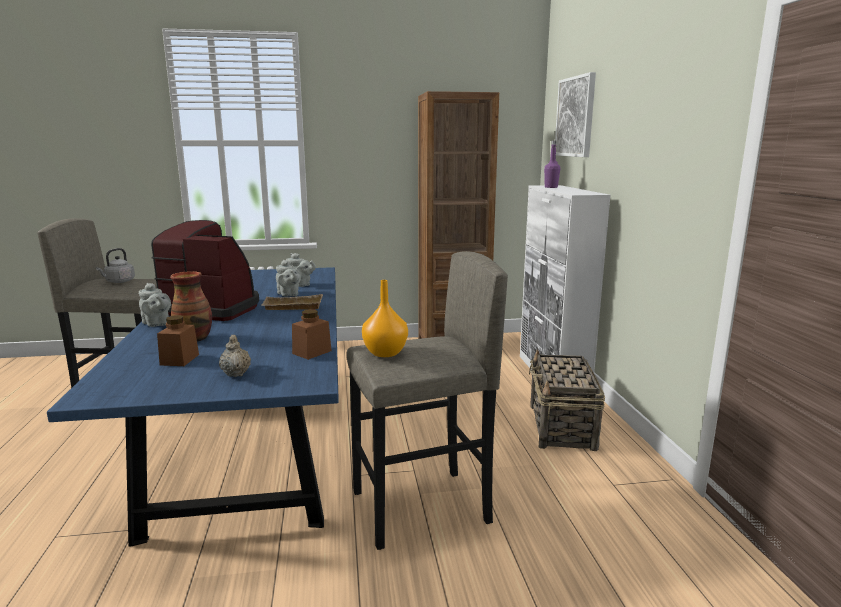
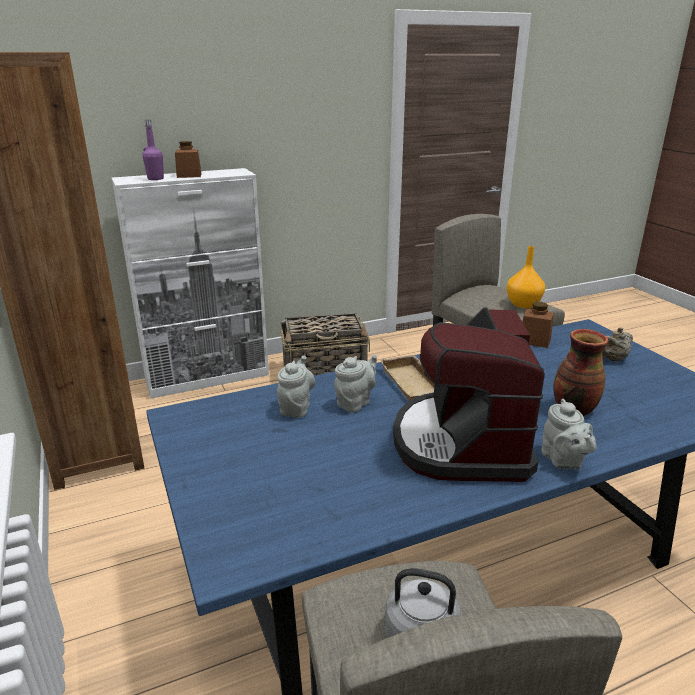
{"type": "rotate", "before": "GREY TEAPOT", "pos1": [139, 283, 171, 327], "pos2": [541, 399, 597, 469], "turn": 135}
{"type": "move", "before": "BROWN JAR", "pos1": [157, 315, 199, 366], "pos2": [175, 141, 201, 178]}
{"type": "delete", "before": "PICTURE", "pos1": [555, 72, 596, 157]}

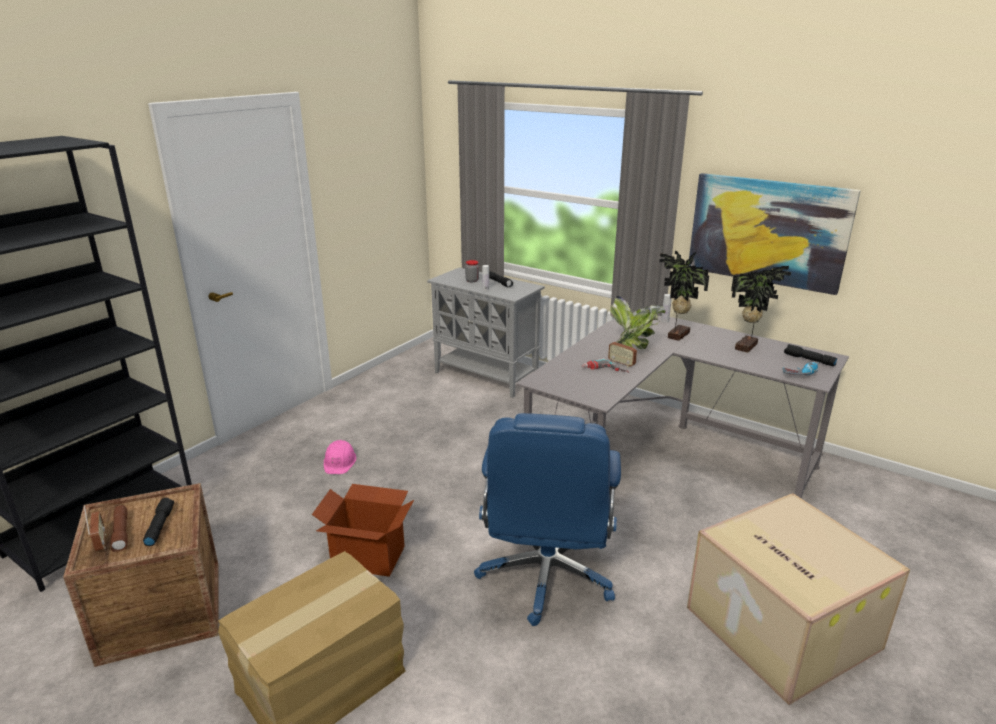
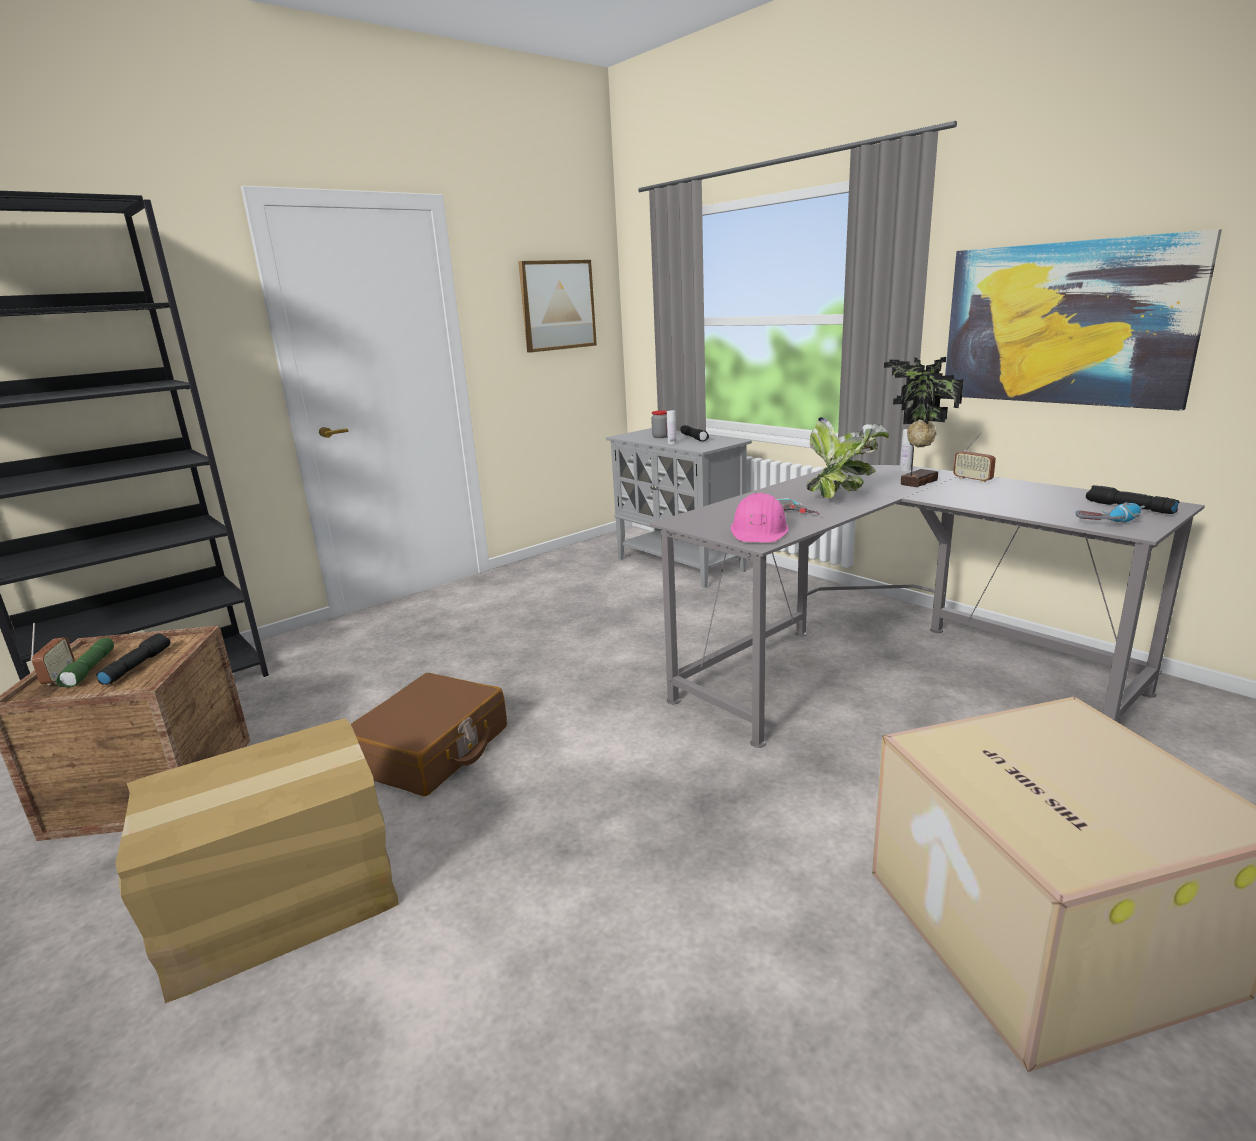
{"type": "recolor", "before": "BROWN FLASHLIGHT", "after": "GREEN FLASHLIGHT", "pos1": [111, 505, 128, 552], "pos2": [56, 638, 114, 687]}
{"type": "replace", "before": "CARDBOARD BOX", "after": "BROWN SUITCASE", "pos1": [312, 484, 414, 577], "pos2": [351, 673, 507, 796]}
{"type": "move", "before": "PINK HARD HAT", "pos1": [324, 440, 356, 474], "pos2": [731, 493, 789, 543]}
{"type": "delete", "before": "BLUE OFFICE CHAIR", "pos1": [474, 413, 621, 626]}
{"type": "move", "before": "RADIO", "pos1": [608, 331, 637, 368], "pos2": [953, 433, 996, 483]}
{"type": "delete", "before": "POTTED PLANT", "pos1": [731, 266, 791, 353]}
{"type": "insert", "after": "PICTURE", "pos2": [518, 260, 597, 353]}

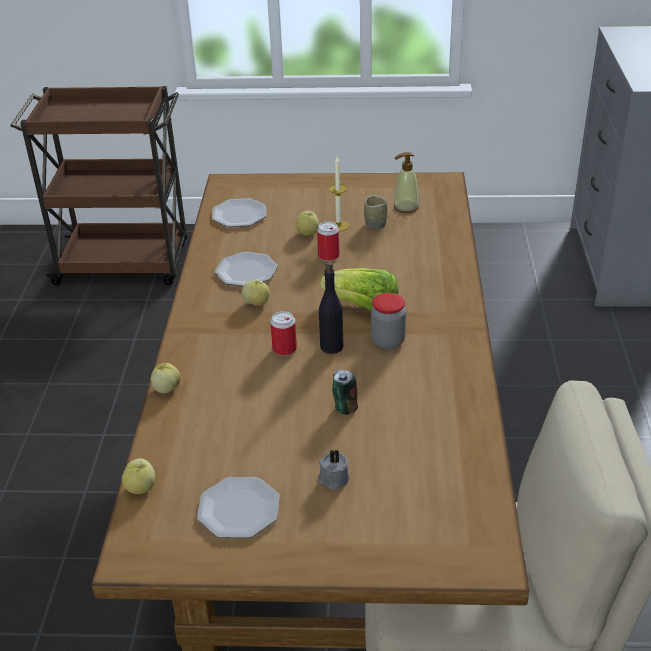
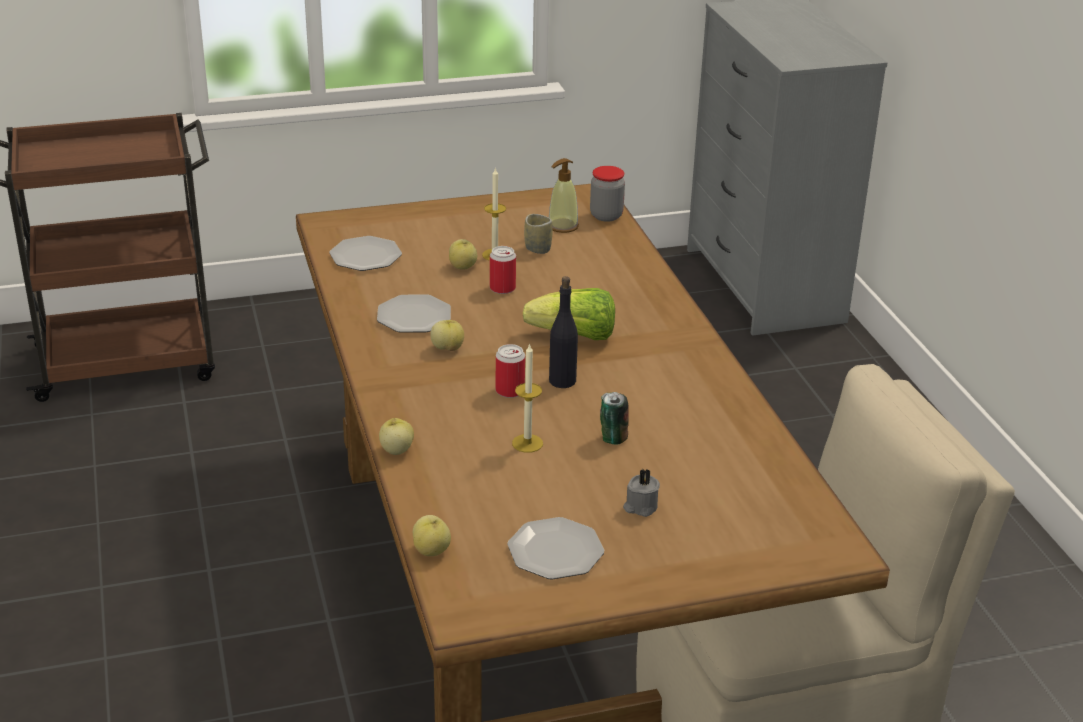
{"type": "move", "before": "JAR", "pos1": [371, 293, 406, 349], "pos2": [590, 166, 625, 222]}
{"type": "insert", "after": "CANDLE", "pos2": [512, 343, 543, 453]}

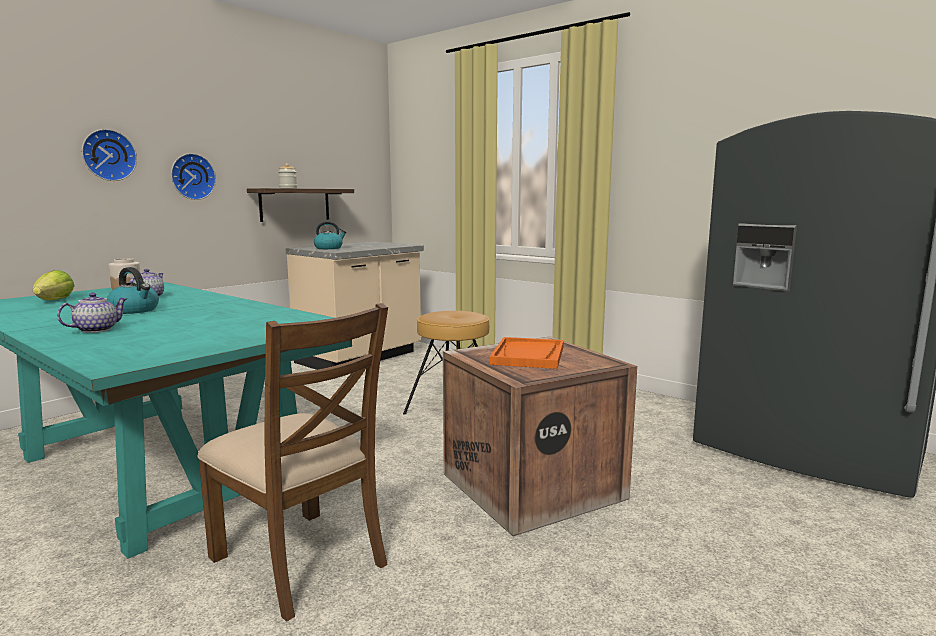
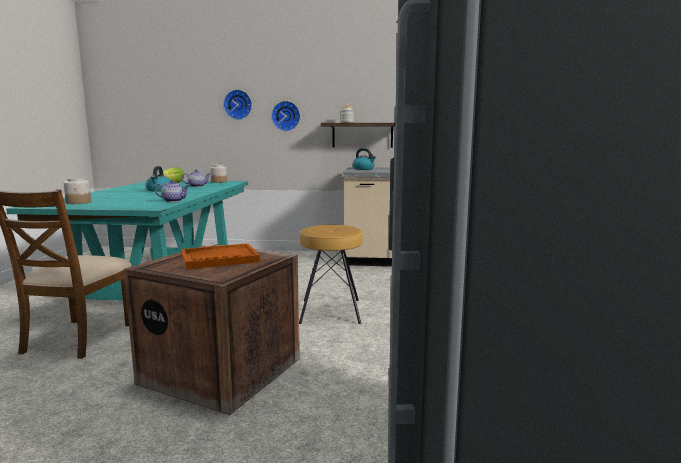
{"type": "move", "before": "TEAPOT", "pos1": [57, 293, 127, 333], "pos2": [155, 180, 190, 202]}
{"type": "insert", "after": "JAR", "pos2": [64, 178, 91, 204]}

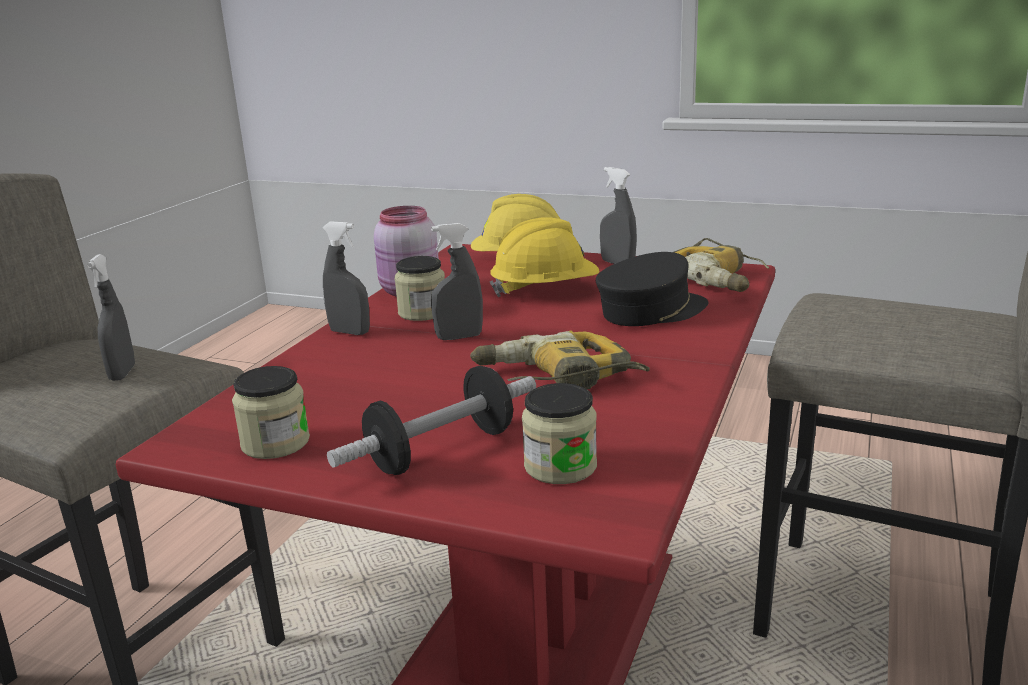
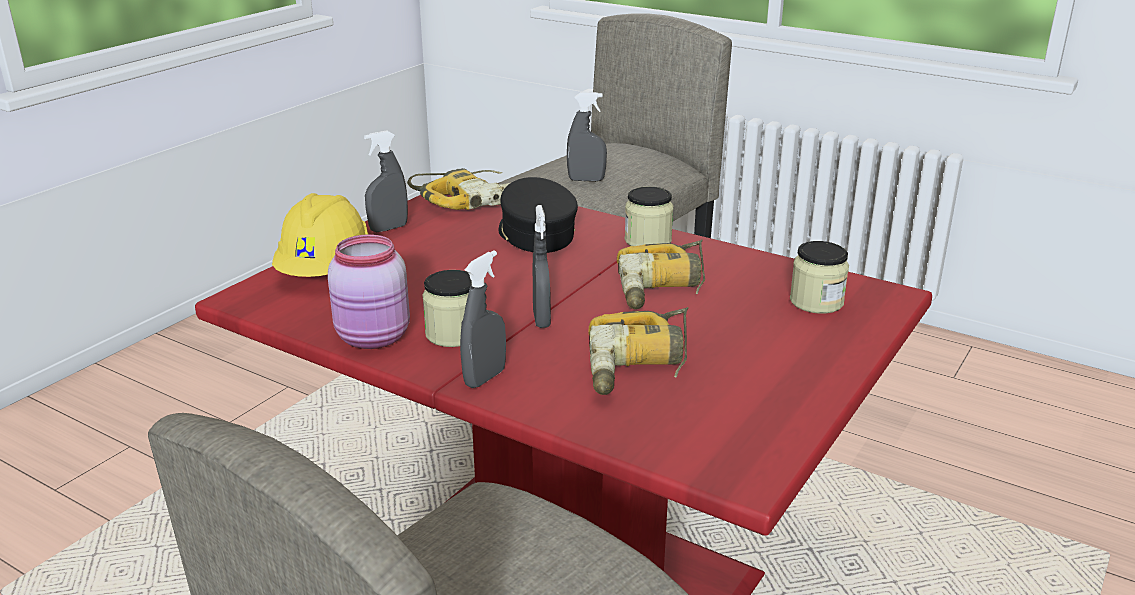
{"type": "move", "before": "GREY SPRAY BOTTLE", "pos1": [87, 254, 135, 381], "pos2": [567, 92, 607, 182]}
{"type": "move", "before": "JAR", "pos1": [232, 366, 310, 459], "pos2": [625, 187, 673, 246]}
{"type": "delete", "before": "DUMBBELL", "pos1": [327, 366, 536, 475]}
{"type": "delete", "before": "YELLOW HARD HAT", "pos1": [490, 217, 600, 297]}
{"type": "insert", "after": "POWER DRILL", "pos2": [589, 307, 688, 395]}

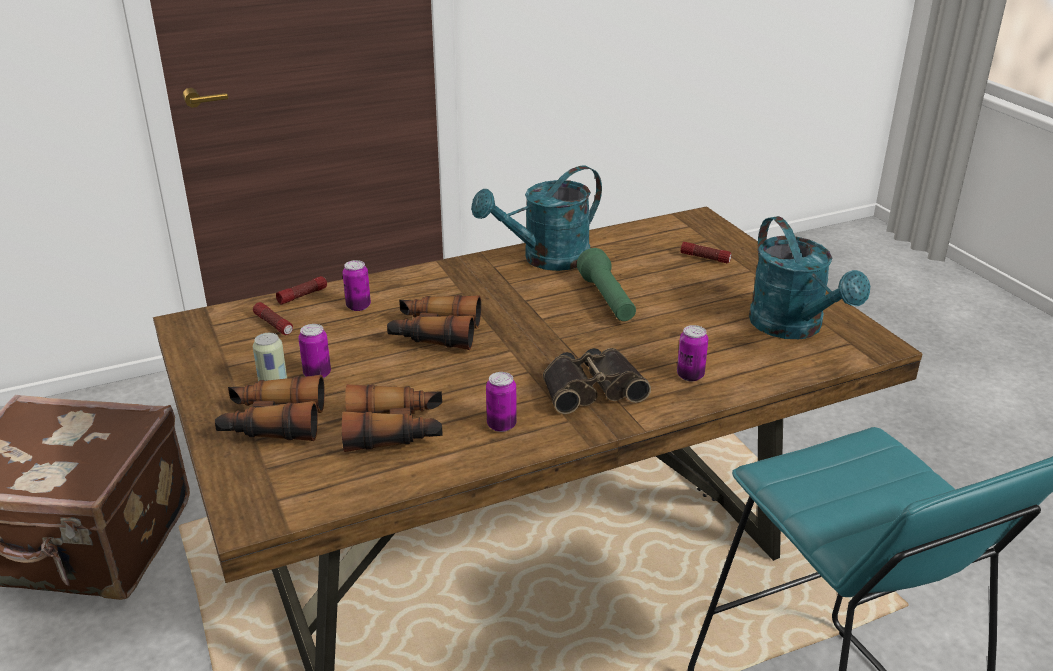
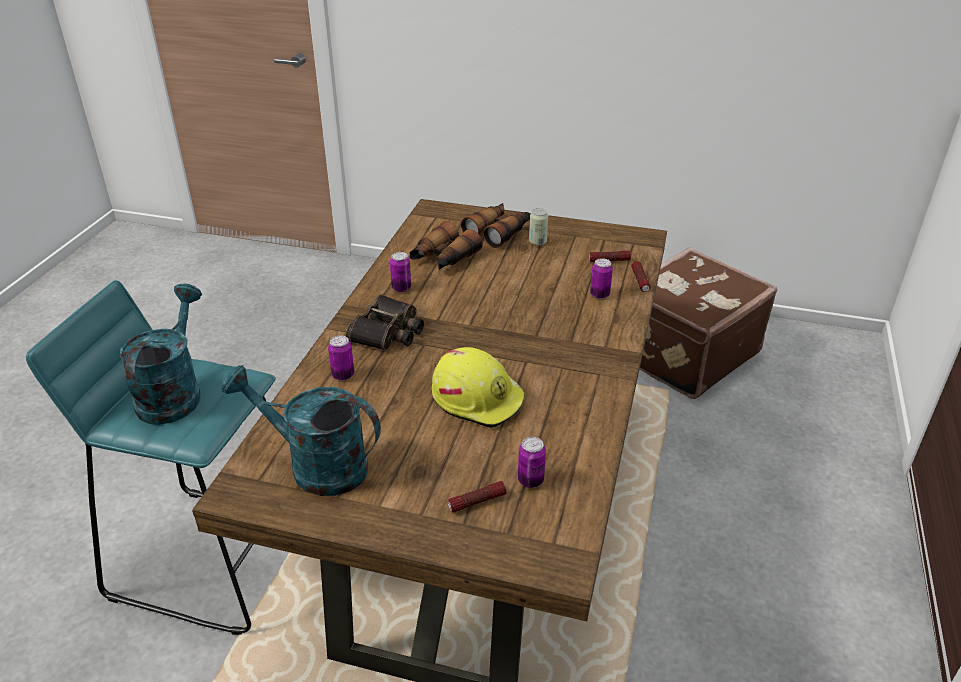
{"type": "move", "before": "CAN", "pos1": [298, 324, 331, 378], "pos2": [518, 437, 546, 488]}
{"type": "delete", "before": "BINOCULARS", "pos1": [387, 295, 481, 350]}
{"type": "move", "before": "TURQUOISE WATERING CAN", "pos1": [471, 166, 602, 271], "pos2": [120, 284, 202, 425]}
{"type": "replace", "before": "GREEN FLASHLIGHT", "after": "YELLOW HARD HAT", "pos1": [577, 248, 636, 321], "pos2": [432, 347, 525, 428]}

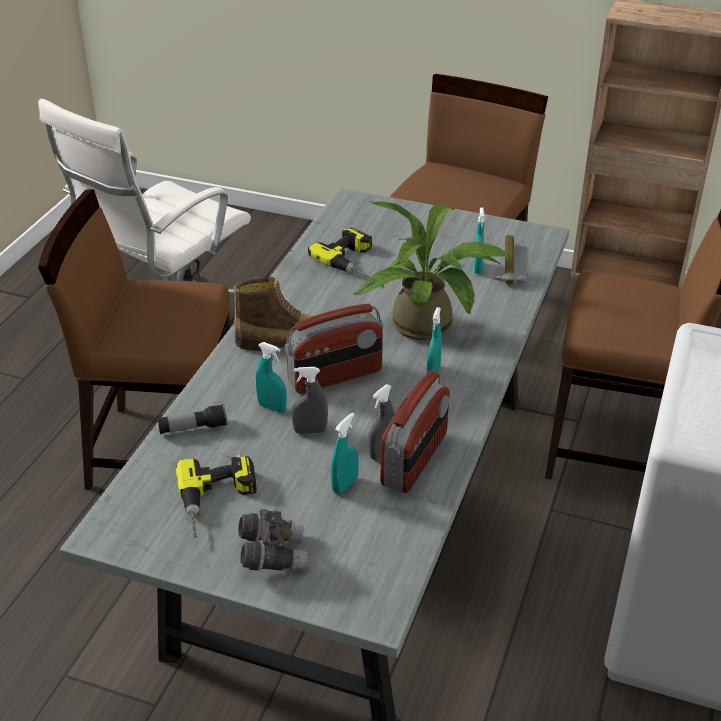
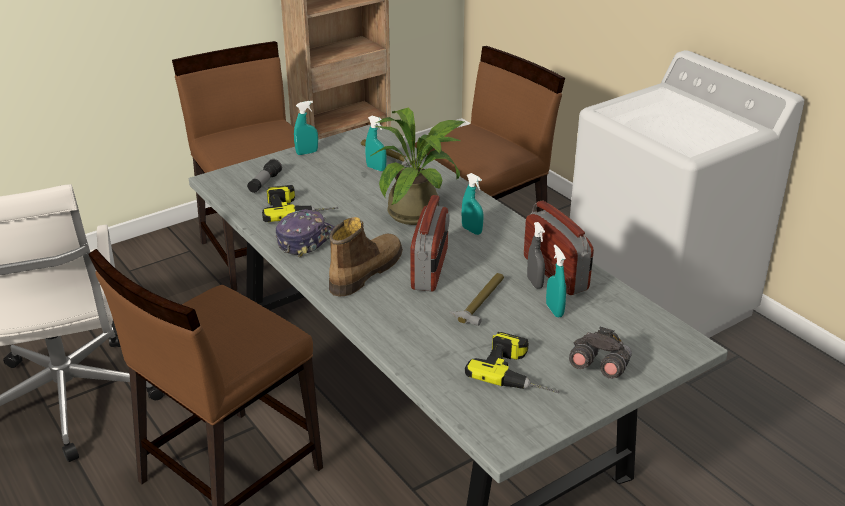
{"type": "move", "before": "FLASHLIGHT", "pos1": [157, 404, 227, 434], "pos2": [247, 159, 282, 193]}
{"type": "move", "before": "TURQUOISE SPRAY BOTTLE", "pos1": [256, 342, 287, 413], "pos2": [294, 101, 318, 155]}
{"type": "replace", "before": "GREY SPRAY BOTTLE", "after": "HAMMER", "pos1": [291, 367, 328, 434], "pos2": [449, 273, 504, 326]}
{"type": "insert", "after": "CAP", "pos2": [276, 209, 335, 258]}

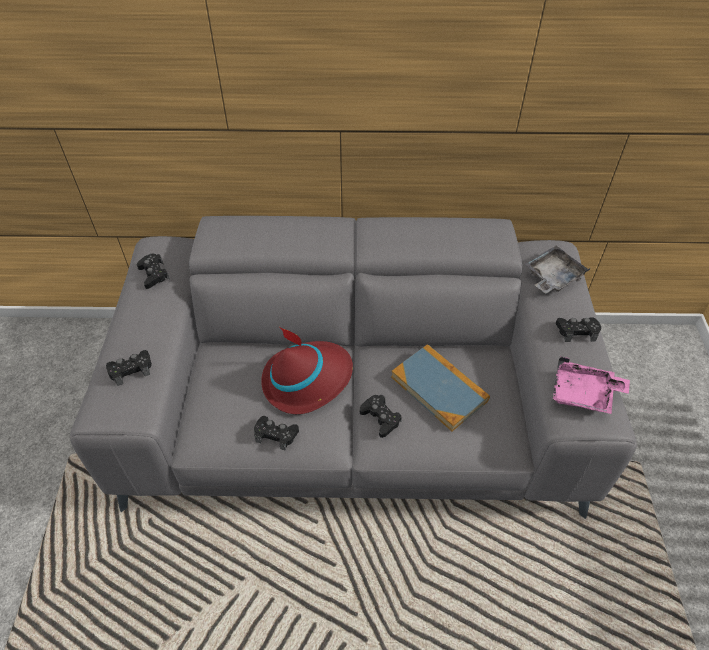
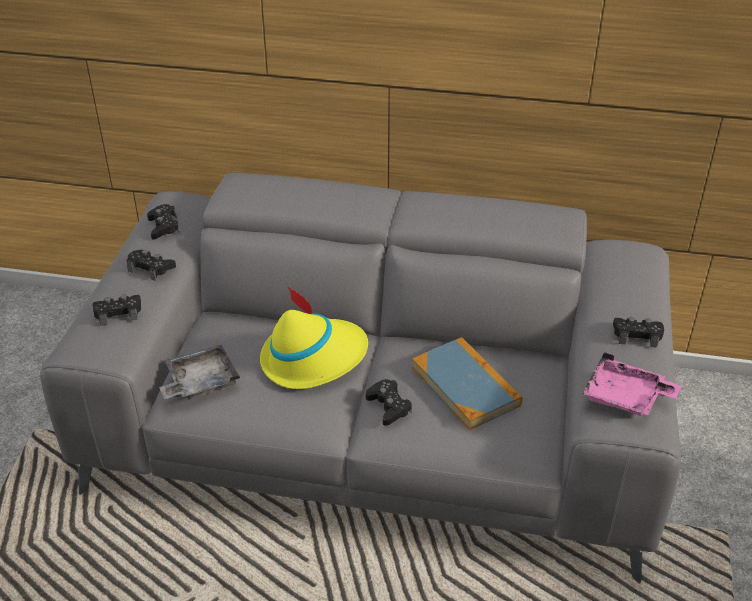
{"type": "move", "before": "BLACK GAME CONTROLLER", "pos1": [254, 416, 299, 450], "pos2": [126, 250, 176, 281]}
{"type": "recolor", "before": "RED HAT", "after": "YELLOW HAT", "pos1": [261, 327, 353, 414], "pos2": [260, 286, 368, 389]}
{"type": "move", "before": "GREY TRAY", "pos1": [525, 246, 590, 294], "pos2": [159, 344, 240, 400]}

